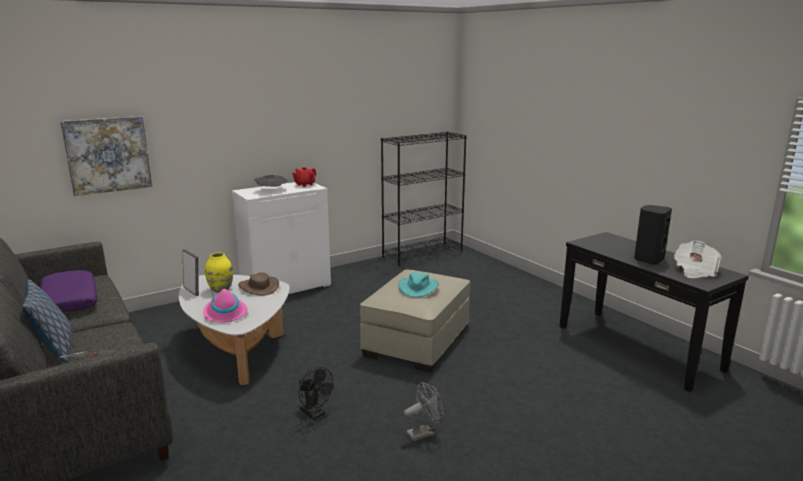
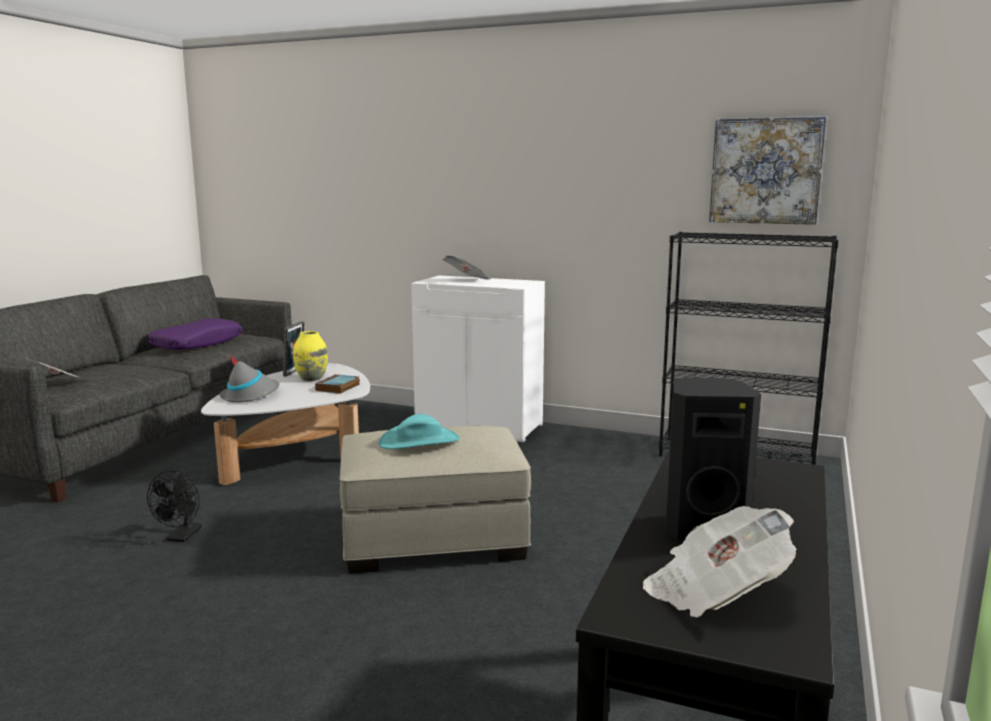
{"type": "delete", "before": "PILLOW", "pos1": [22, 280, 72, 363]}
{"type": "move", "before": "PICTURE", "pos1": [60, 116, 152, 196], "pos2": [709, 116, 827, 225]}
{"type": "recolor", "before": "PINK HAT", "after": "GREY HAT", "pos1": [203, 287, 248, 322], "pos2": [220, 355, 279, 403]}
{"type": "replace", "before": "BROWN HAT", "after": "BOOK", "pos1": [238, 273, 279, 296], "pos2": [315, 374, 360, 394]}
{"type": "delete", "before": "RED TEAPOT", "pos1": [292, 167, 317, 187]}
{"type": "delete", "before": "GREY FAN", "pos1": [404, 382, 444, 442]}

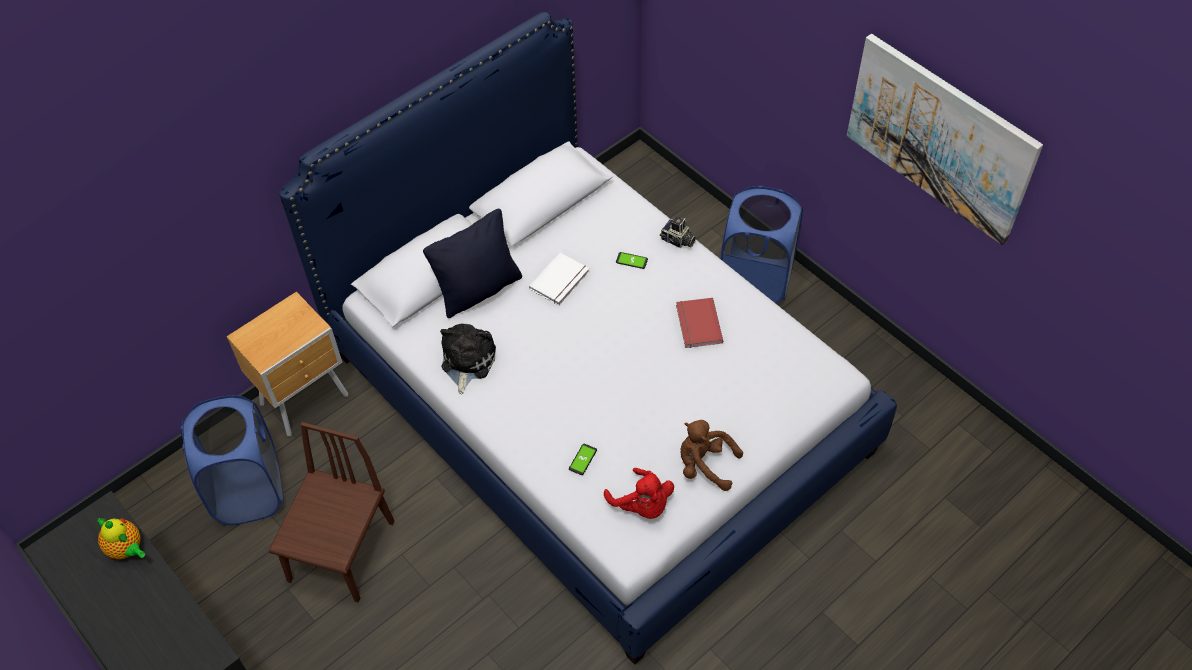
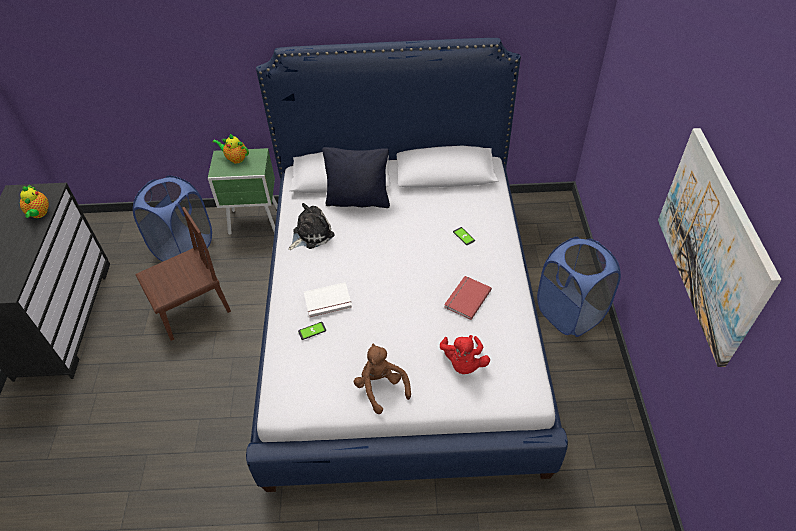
{"type": "recolor", "before": "BROWN NIGHTSTAND", "after": "GREEN NIGHTSTAND", "pos1": [227, 292, 348, 436], "pos2": [208, 148, 278, 235]}
{"type": "move", "before": "WHITE BOOK", "pos1": [529, 253, 589, 305], "pos2": [304, 282, 352, 318]}
{"type": "move", "before": "RED PLUSH TOY", "pos1": [604, 468, 674, 519], "pos2": [440, 335, 490, 374]}
{"type": "delete", "before": "PHOTO CAMERA", "pos1": [660, 216, 696, 248]}
{"type": "insert", "after": "TEAPOT", "pos2": [212, 134, 249, 164]}

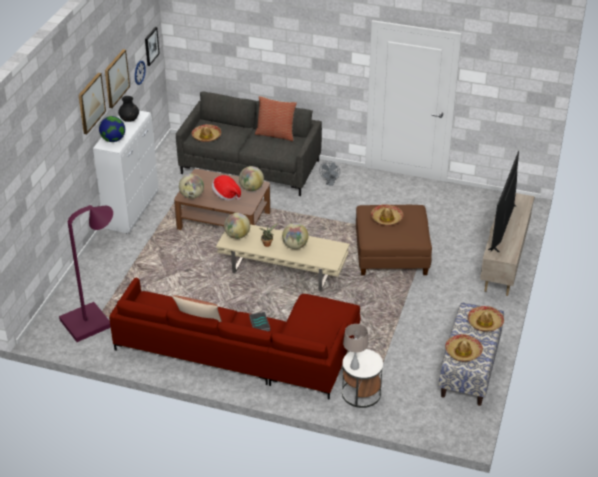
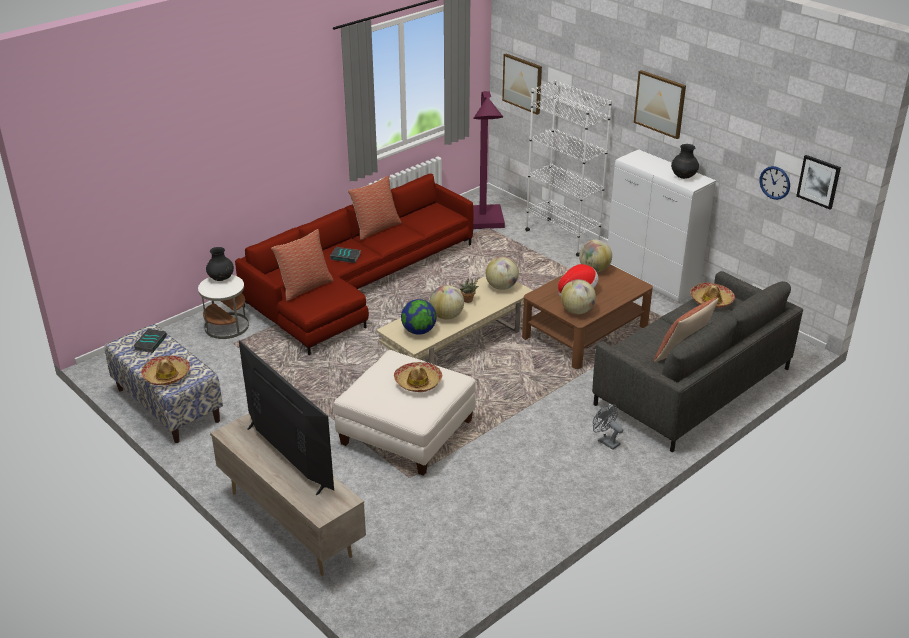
{"type": "move", "before": "GLOBE", "pos1": [99, 116, 125, 142], "pos2": [401, 299, 436, 335]}
{"type": "move", "before": "PICTURE", "pos1": [105, 49, 130, 108], "pos2": [502, 53, 542, 115]}
{"type": "replace", "before": "BEIGE TABLE LAMP", "after": "BLACK VASE", "pos1": [343, 324, 369, 370], "pos2": [206, 247, 234, 281]}
{"type": "recolor", "before": "BROWN OTTOMAN", "after": "WHITE OTTOMAN", "pos1": [356, 205, 432, 275], "pos2": [334, 350, 476, 476]}
{"type": "replace", "before": "HAT", "after": "BOOK", "pos1": [445, 334, 483, 362], "pos2": [133, 328, 167, 353]}
{"type": "insert", "after": "PILLOW", "pos2": [271, 229, 334, 301]}
{"type": "insert", "after": "WHITE BOOKCASE", "pos2": [525, 80, 612, 257]}

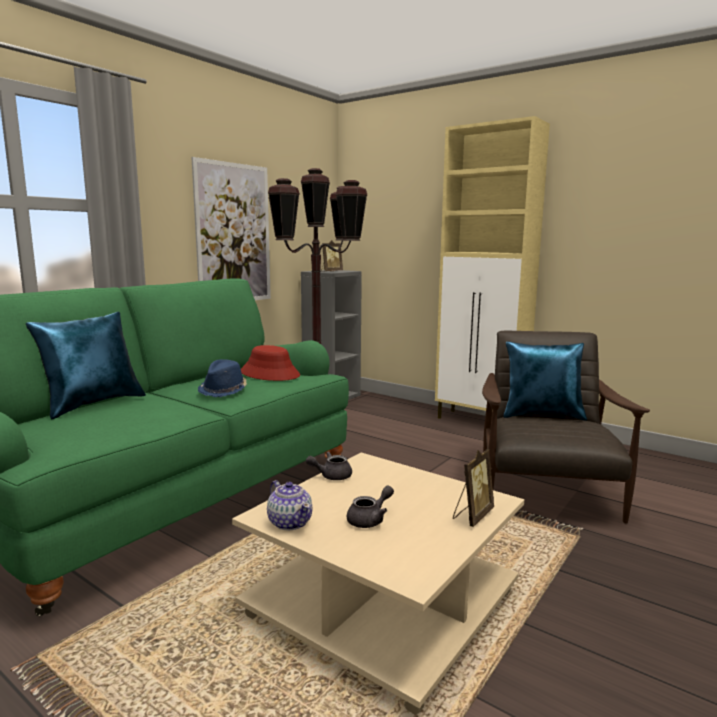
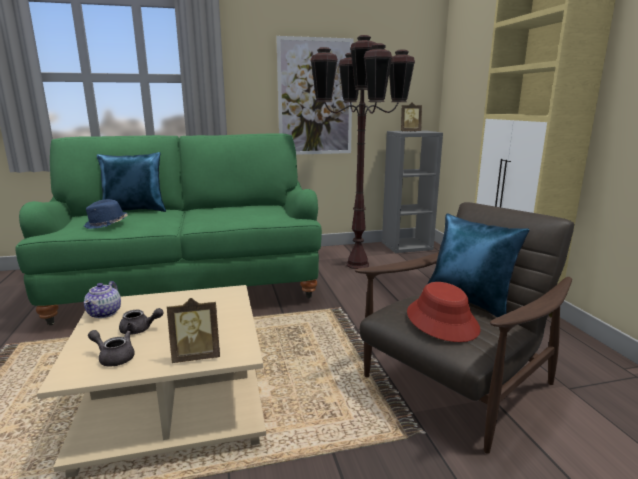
{"type": "move", "before": "BLUE HAT", "pos1": [198, 359, 247, 397], "pos2": [84, 199, 128, 229]}
{"type": "move", "before": "RED HAT", "pos1": [241, 345, 300, 381], "pos2": [407, 282, 480, 342]}
{"type": "move", "before": "GREY TEAPOT", "pos1": [306, 451, 352, 480], "pos2": [88, 330, 135, 366]}

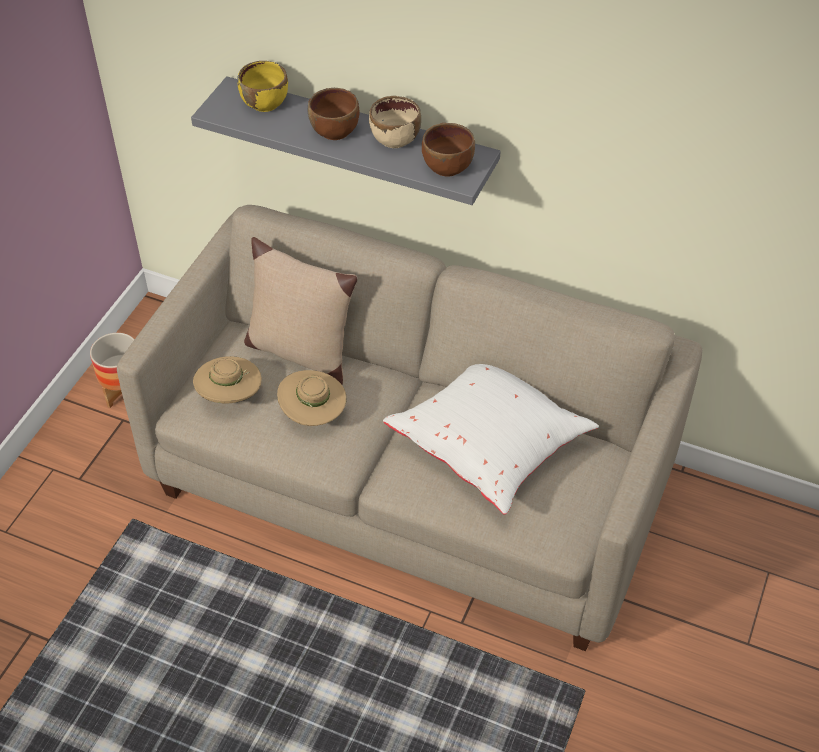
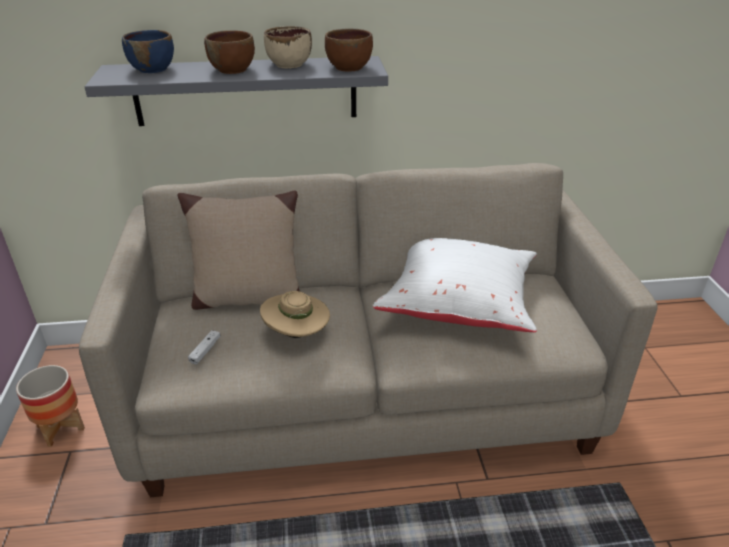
{"type": "replace", "before": "BEIGE HAT", "after": "WHITE GAME CONTROLLER", "pos1": [193, 356, 262, 403], "pos2": [188, 330, 221, 365]}
{"type": "recolor", "before": "YELLOW BOWL", "after": "BLUE BOWL", "pos1": [237, 61, 288, 112], "pos2": [122, 30, 174, 73]}

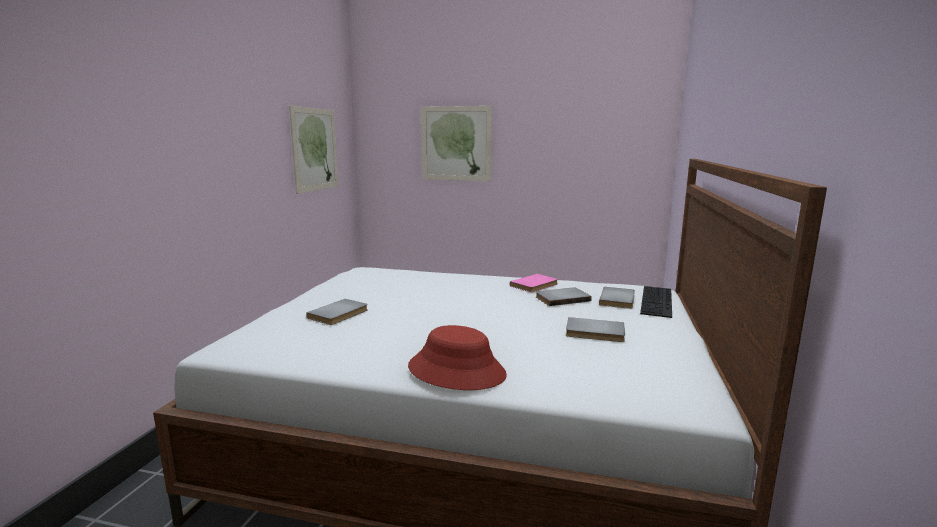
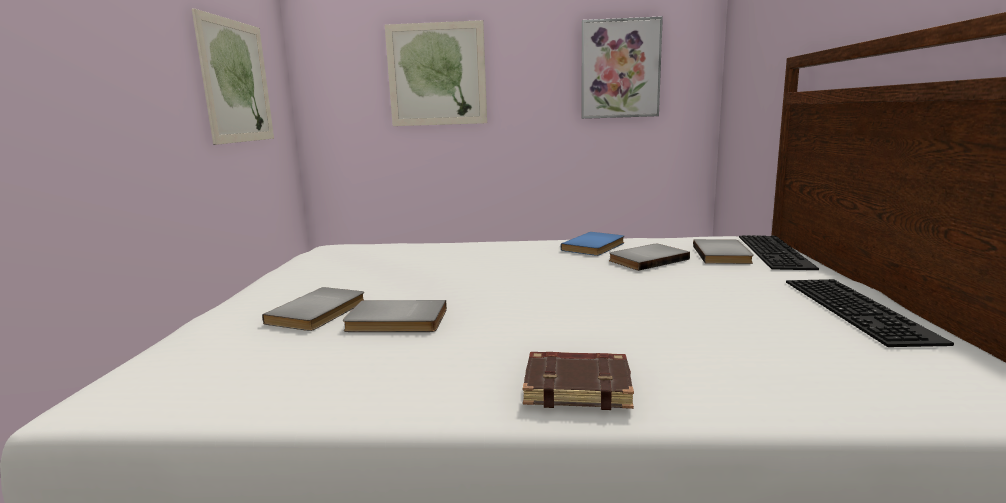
{"type": "replace", "before": "RED HAT", "after": "BROWN BOOK", "pos1": [408, 325, 507, 390], "pos2": [523, 352, 634, 410]}
{"type": "recolor", "before": "PINK BOOK", "after": "BLUE BOOK", "pos1": [510, 274, 558, 292], "pos2": [561, 232, 624, 256]}
{"type": "move", "before": "GREY BOOK", "pos1": [566, 317, 625, 342], "pos2": [343, 300, 447, 332]}
{"type": "insert", "after": "PICTURE", "pos2": [581, 16, 663, 119]}
{"type": "insert", "after": "KEYBOARD", "pos2": [786, 279, 954, 347]}

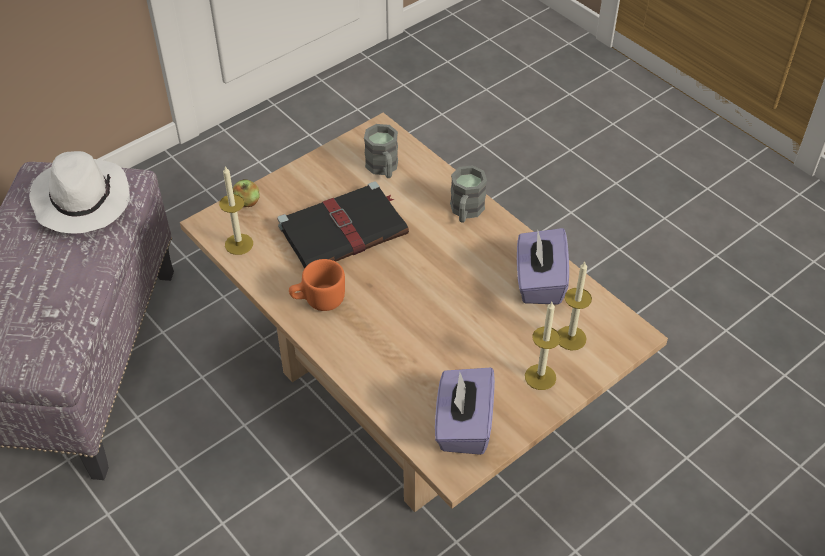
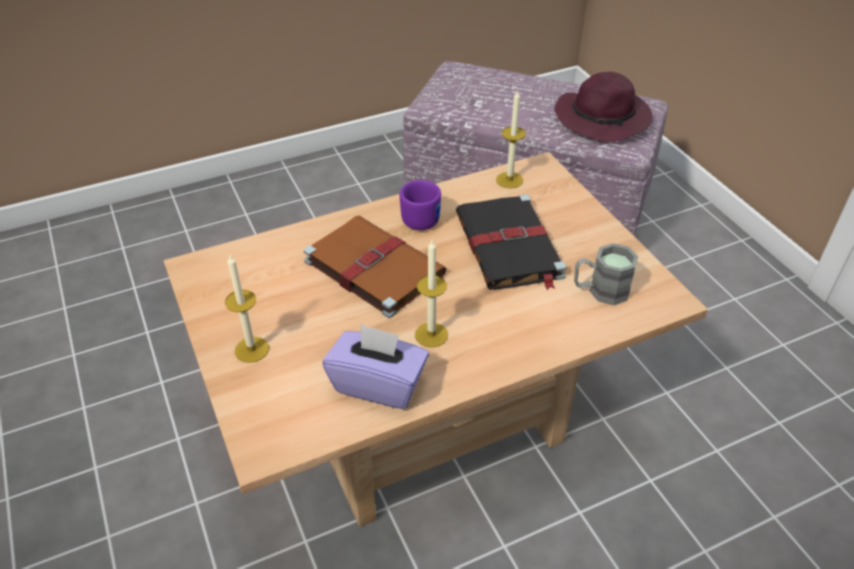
{"type": "recolor", "before": "WHITE HAT", "after": "PURPLE HAT", "pos1": [29, 151, 130, 234], "pos2": [555, 72, 653, 142]}
{"type": "delete", "before": "APPLE", "pos1": [233, 179, 260, 207]}
{"type": "recolor", "before": "ORANGE MUG", "after": "PURPLE MUG", "pos1": [289, 259, 345, 311], "pos2": [400, 180, 441, 230]}
{"type": "delete", "before": "PURPLE TISSUE BOX", "pos1": [435, 368, 495, 455]}
{"type": "delete", "before": "GREY MUG", "pos1": [450, 165, 487, 222]}
{"type": "move", "before": "CANDLE", "pos1": [558, 262, 592, 351], "pos2": [415, 240, 448, 348]}
{"type": "insert", "after": "BROWN BOOK", "pos2": [304, 216, 446, 318]}

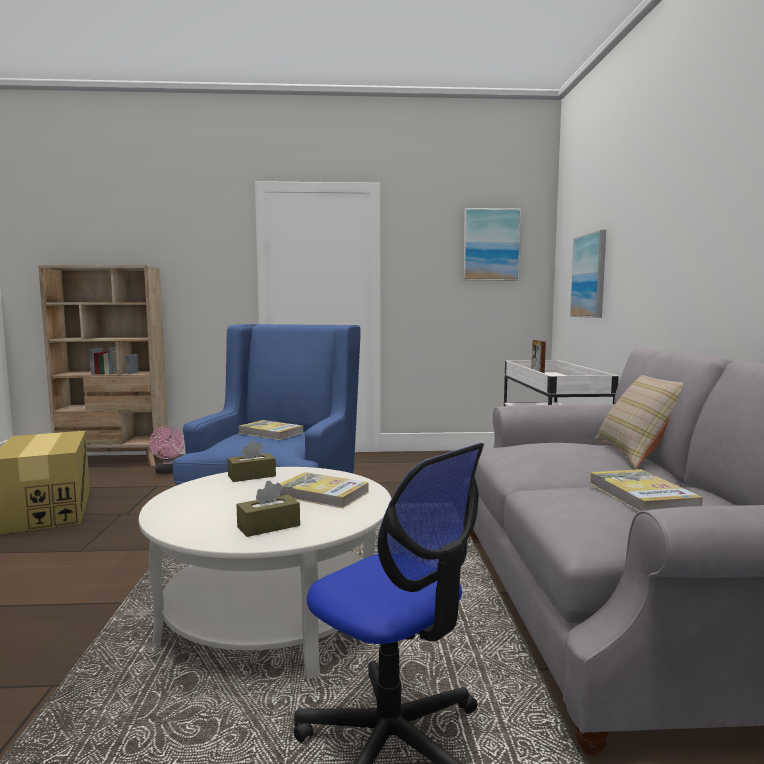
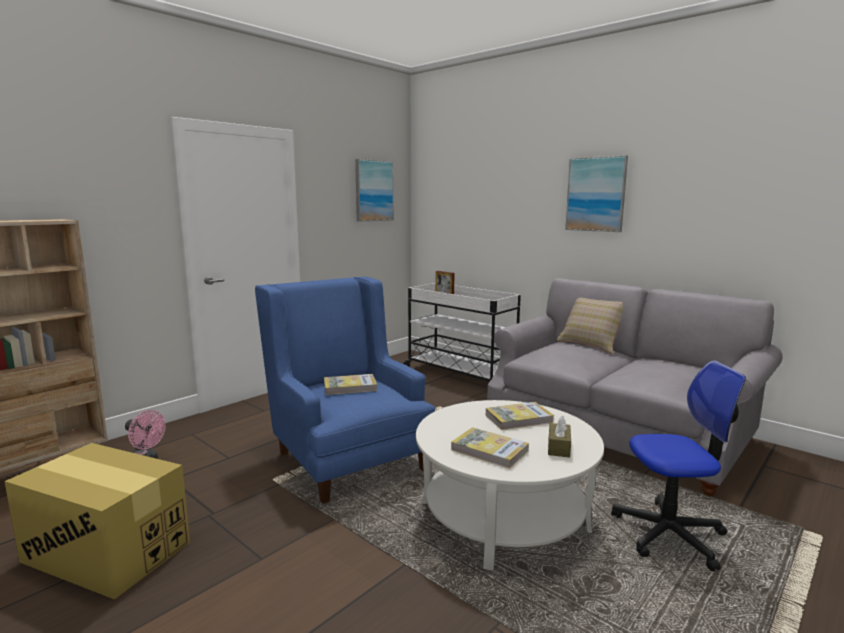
{"type": "delete", "before": "BROWN TISSUE BOX", "pos1": [227, 440, 276, 482]}
{"type": "move", "before": "PICTURE", "pos1": [570, 230, 606, 318], "pos2": [565, 155, 628, 232]}
{"type": "move", "before": "BOOK", "pos1": [590, 469, 703, 512], "pos2": [451, 427, 529, 469]}

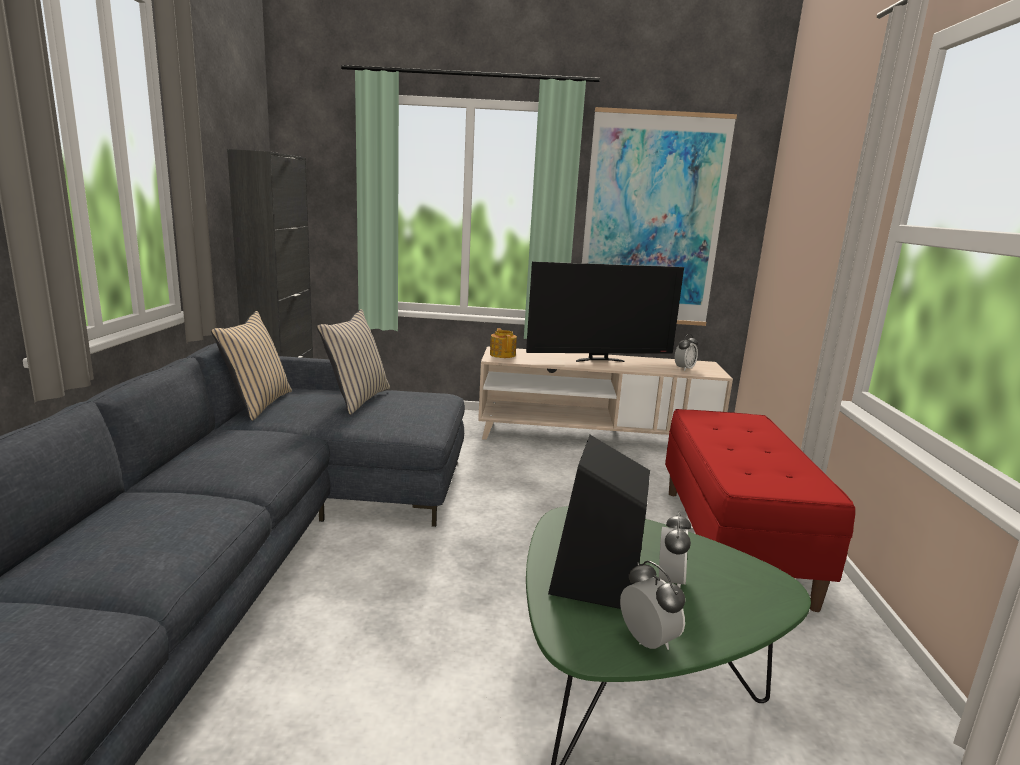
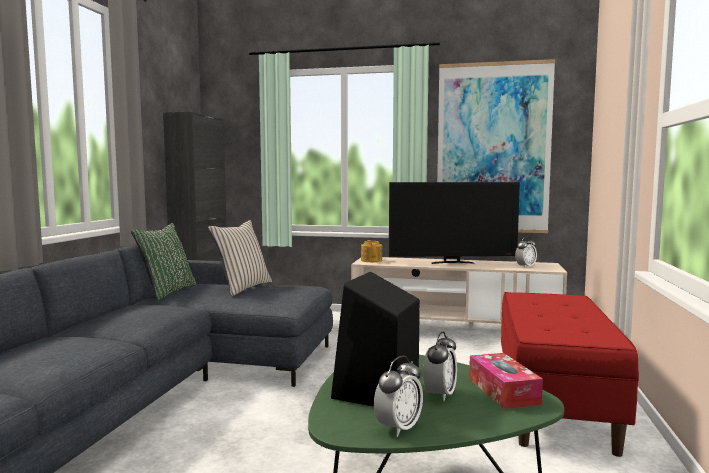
{"type": "recolor", "before": "BEIGE PILLOW", "after": "GREEN PILLOW", "pos1": [211, 311, 292, 421], "pos2": [131, 223, 197, 300]}
{"type": "rotate", "before": "ALARM CLOCK", "pos1": [620, 561, 685, 650], "pos2": [374, 356, 423, 437], "turn": 60}
{"type": "insert", "after": "TISSUE BOX", "pos2": [469, 353, 543, 409]}

